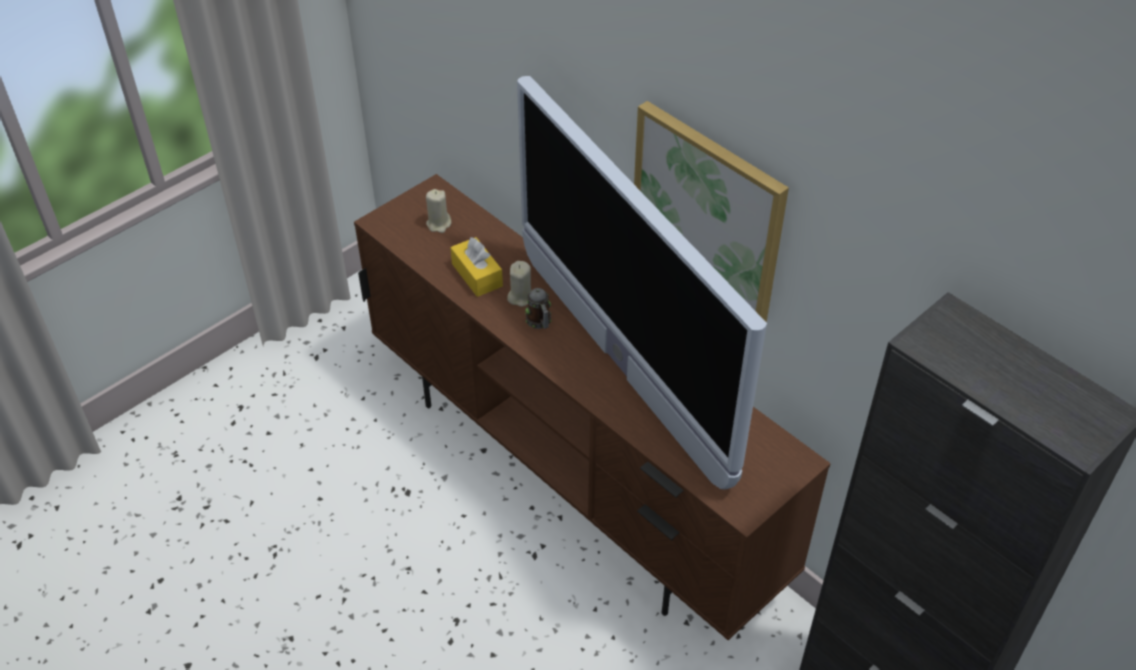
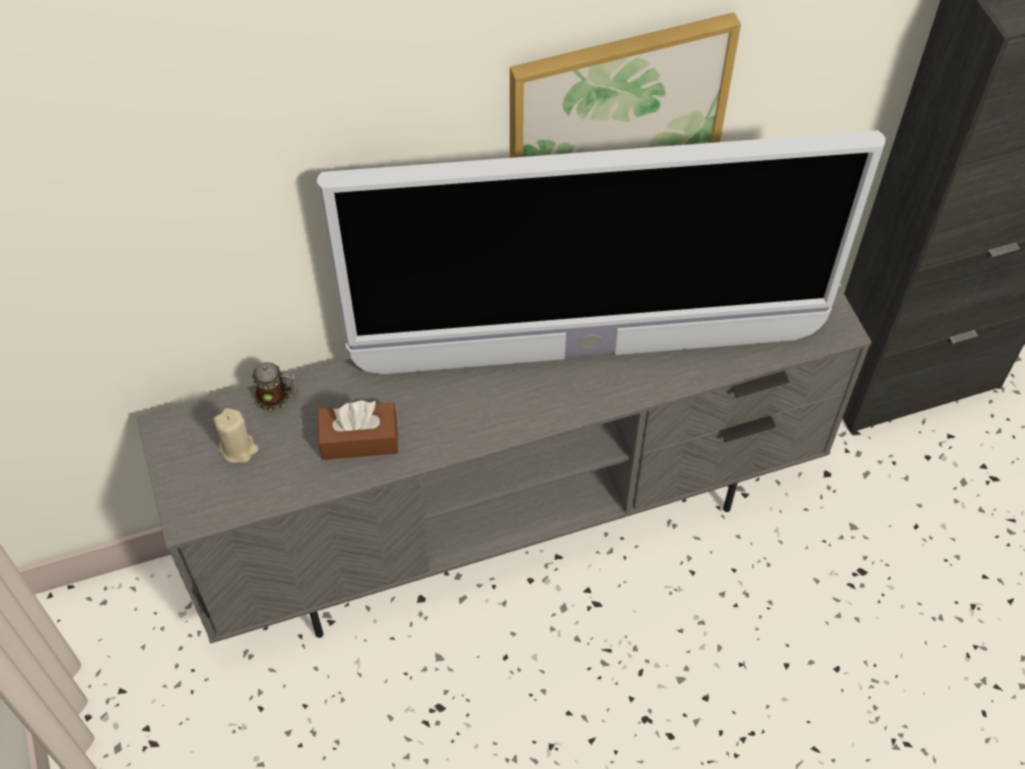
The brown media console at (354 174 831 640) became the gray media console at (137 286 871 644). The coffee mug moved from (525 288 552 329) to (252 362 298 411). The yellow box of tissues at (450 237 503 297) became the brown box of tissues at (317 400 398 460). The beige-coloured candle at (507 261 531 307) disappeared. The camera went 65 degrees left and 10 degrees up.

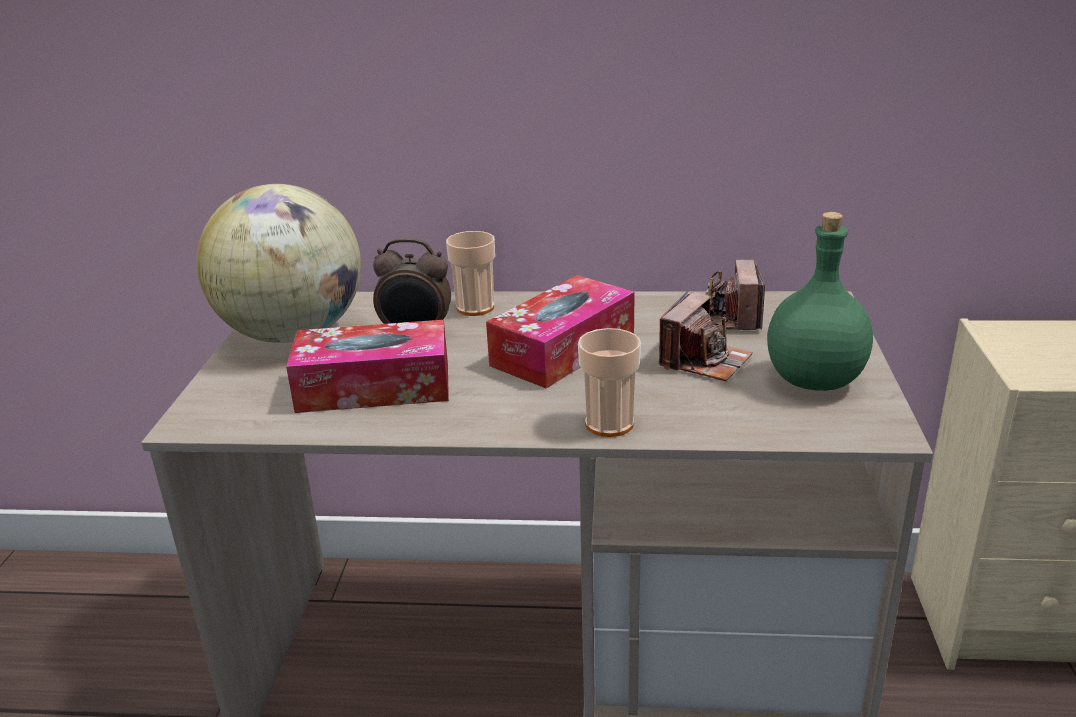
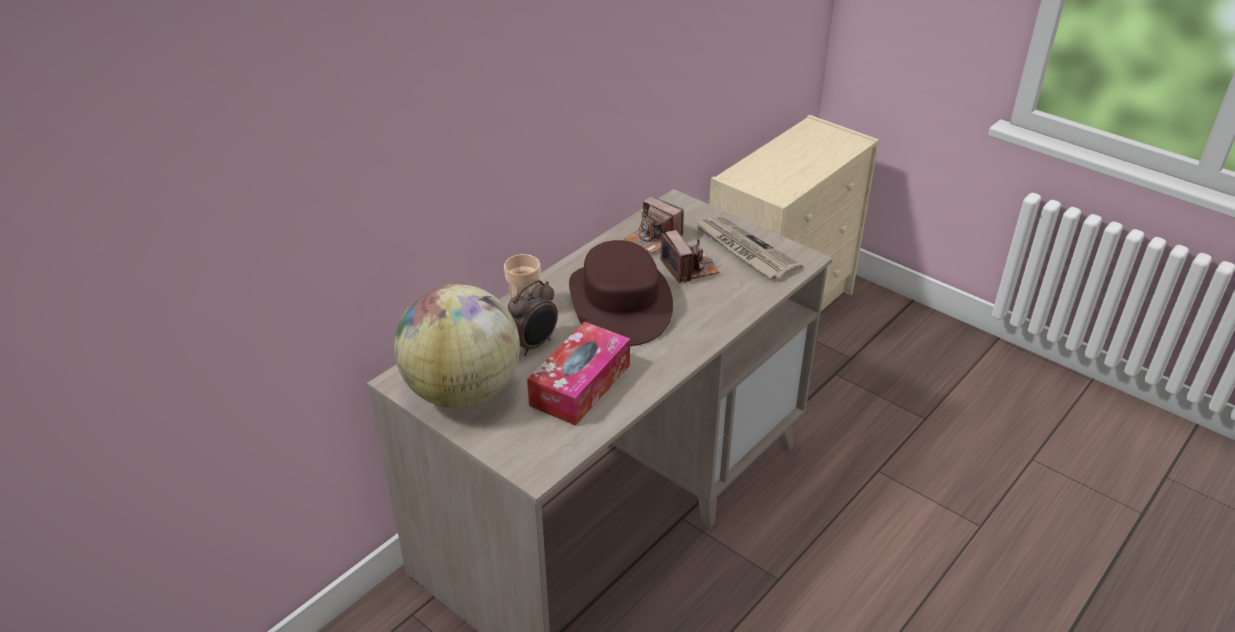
The box of tissues at (486 275 635 388) was replaced by the brown hat at (569 240 673 346). The green-coloured bottle at (767 212 873 391) was replaced by the printed paper at (694 215 803 280). The drinking cup at (578 328 641 437) disappeared. The camera went 55 degrees left and 10 degrees up.

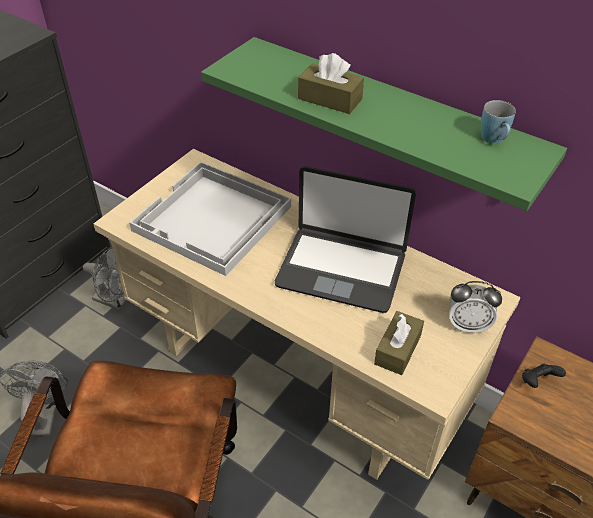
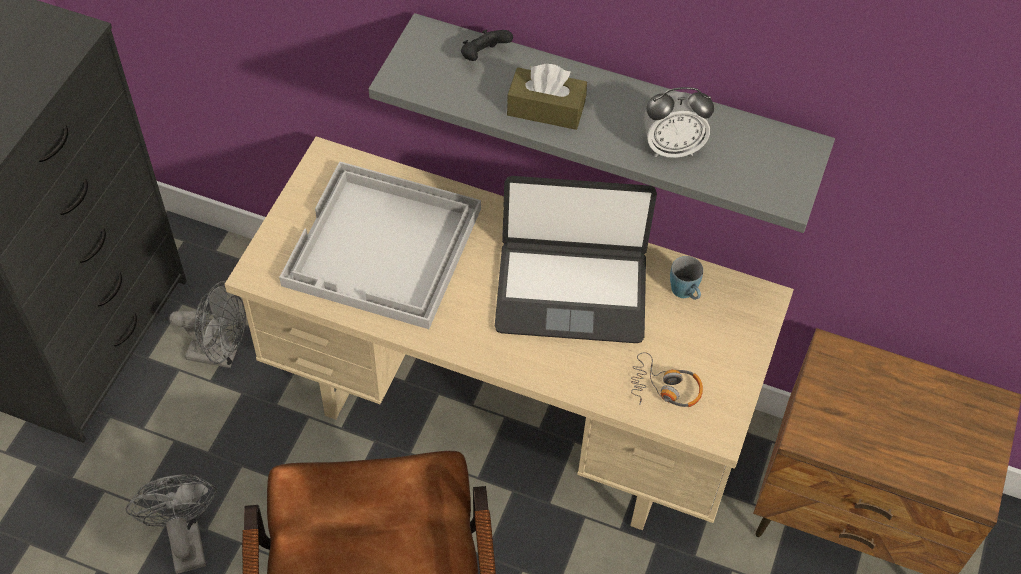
The green-coloured bracket shelf at (201 37 567 211) became the gray bracket shelf at (369 13 835 233). The blackish gamepad moved from (522 364 566 388) to (461 30 513 61). The brown box of tissues at (374 311 424 375) was replaced by the headphones at (631 352 703 407). The bedside clock moved from (449 281 502 333) to (644 87 714 158). The blue-coloured coffee mug moved from (481 100 516 144) to (670 256 703 300). The camera went 15 degrees left and 10 degrees up.

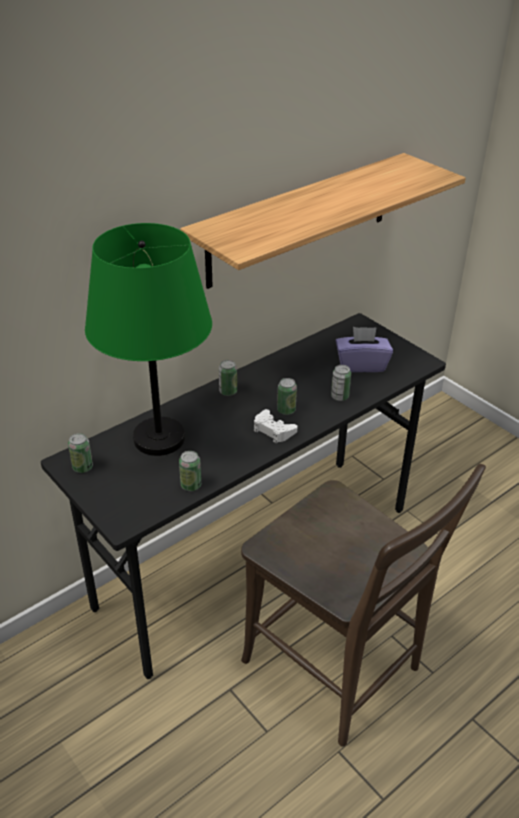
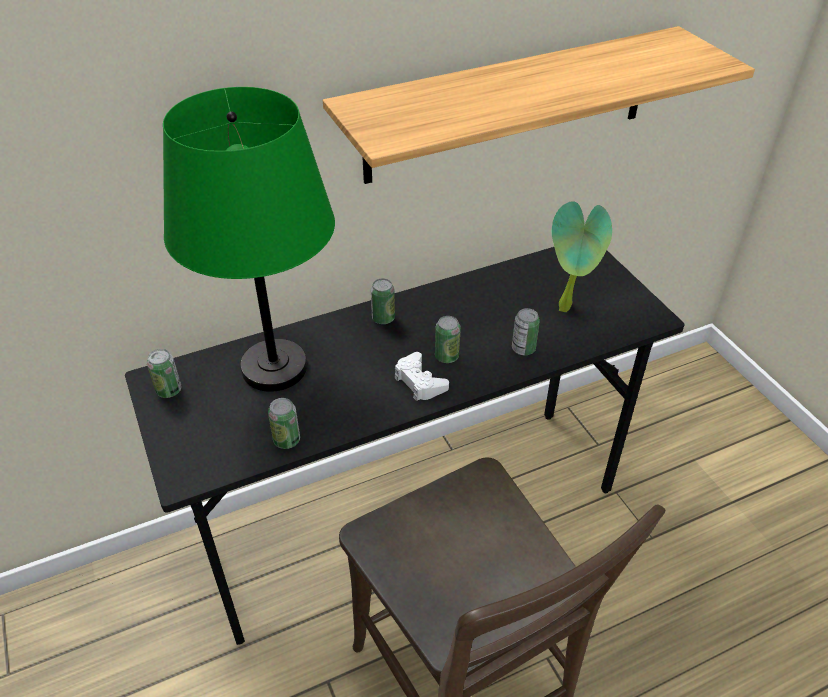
The purple-coloured box of tissues at (336 327 393 372) was replaced by the plant in a pot at (552 201 612 312). The camera went 15 degrees right and 5 degrees up.

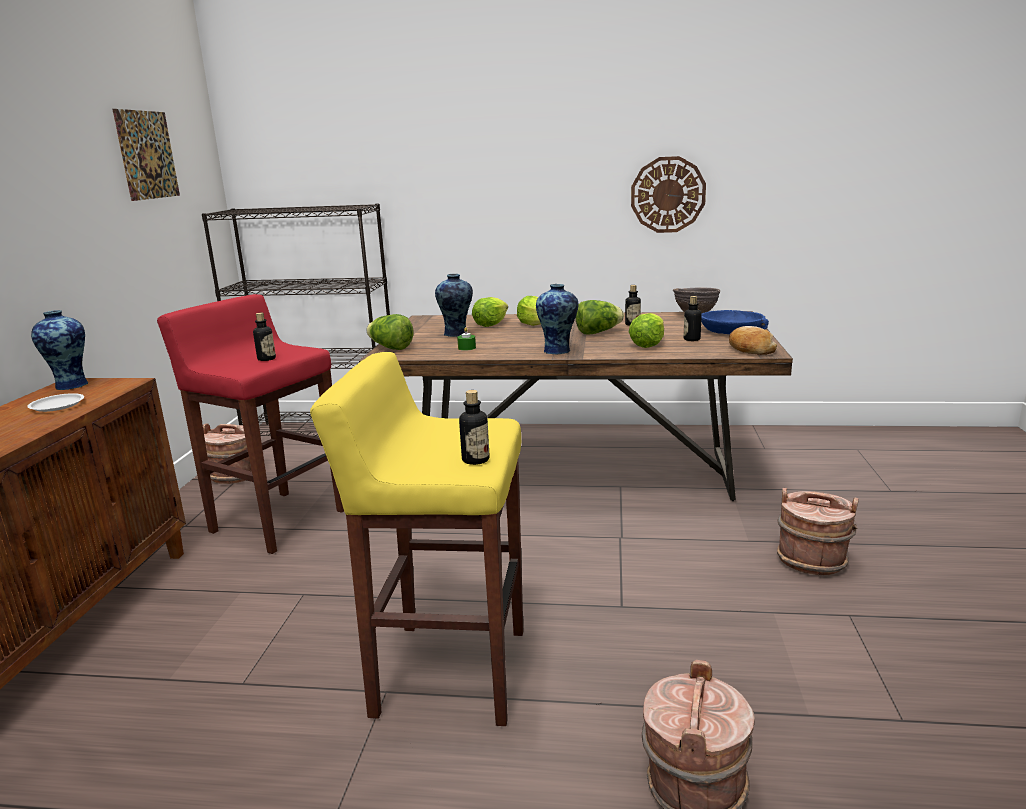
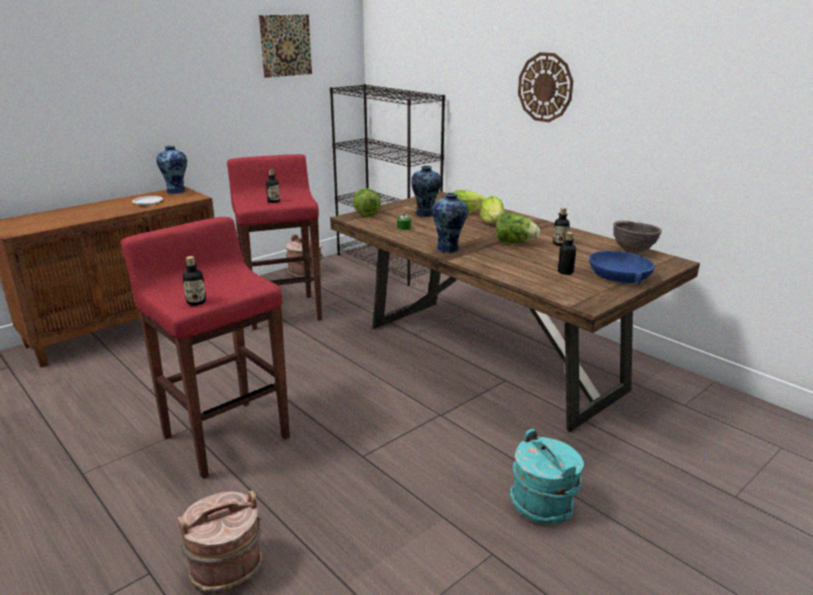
The yellow stool at (310 352 523 726) became the red stool at (120 217 290 479). The brown bucket at (777 488 859 575) became the turquoise-coloured bucket at (510 429 584 524). The clock on the wall moved from (631 156 706 233) to (518 52 573 122). The head of lettuce at (629 313 664 348) disappeared. The bakery bread at (729 326 777 355) disappeared. The camera went 40 degrees right and 5 degrees up.

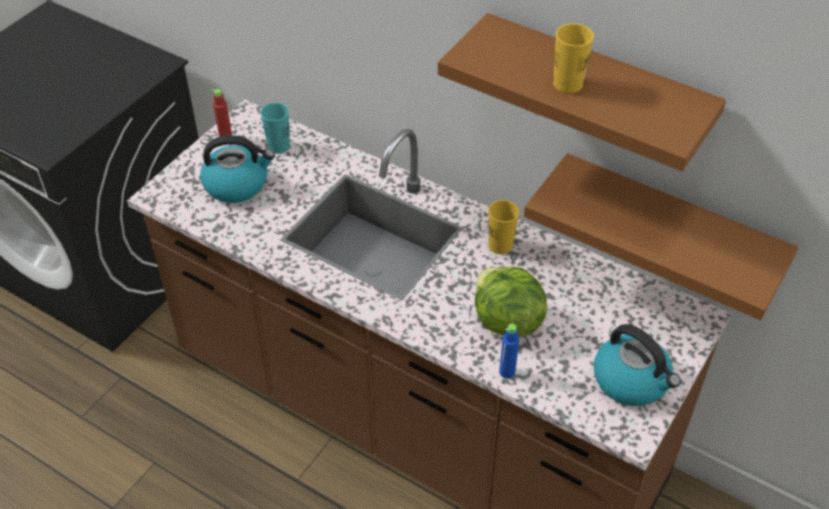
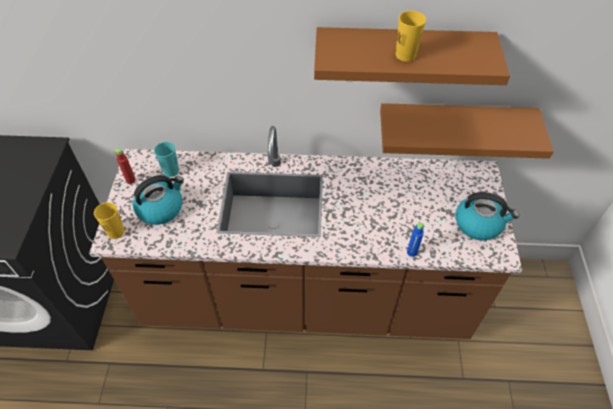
The yellow drinking cup moved from (488 200 519 254) to (94 202 125 239). The head of lettuce at (475 267 547 337) disappeared. The camera went 30 degrees left and 5 degrees up.

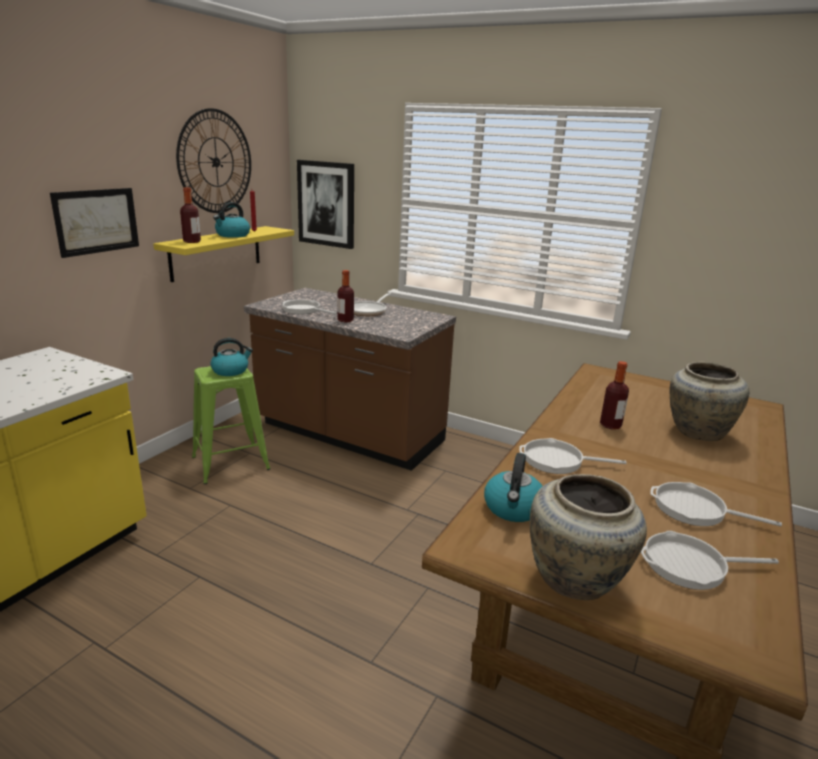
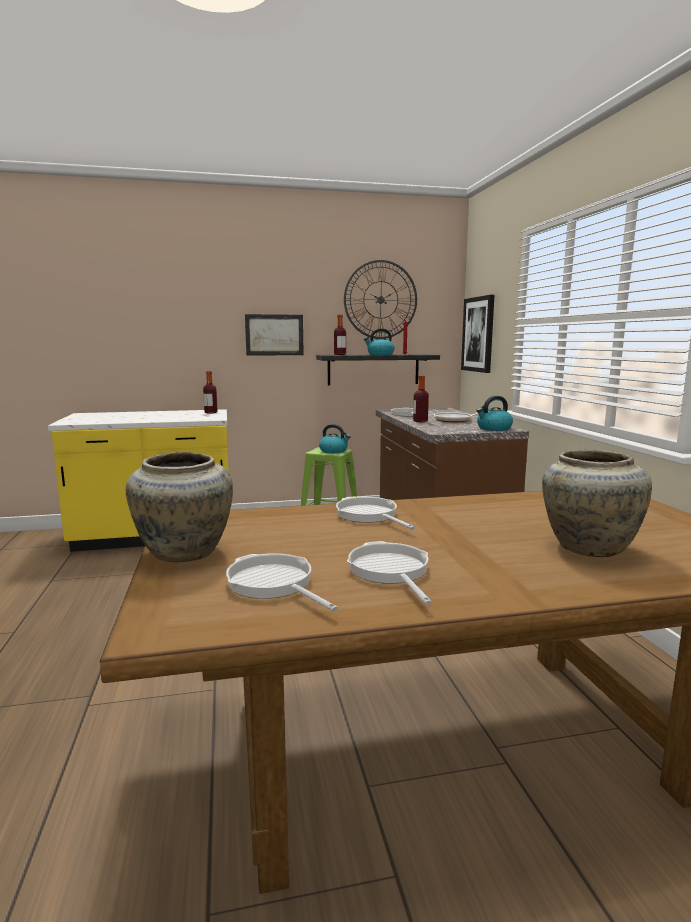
The bottle moved from (600 361 629 429) to (203 371 218 414). The yellow bracket shelf at (153 226 294 282) became the blackish bracket shelf at (316 354 440 385). The water kettle moved from (484 453 542 522) to (477 396 513 431). The camera went 50 degrees right and 10 degrees down.

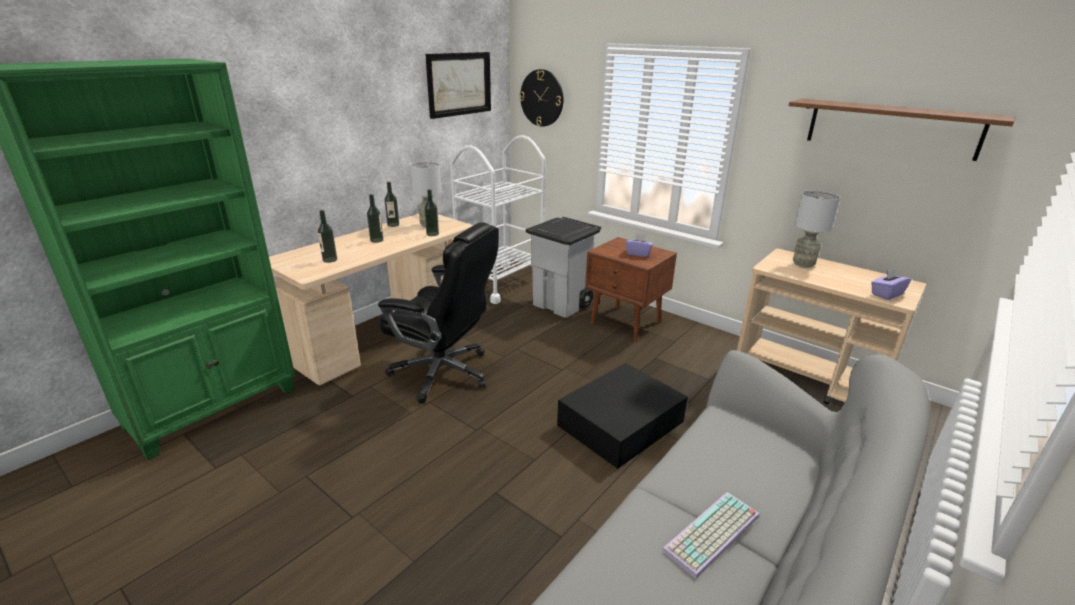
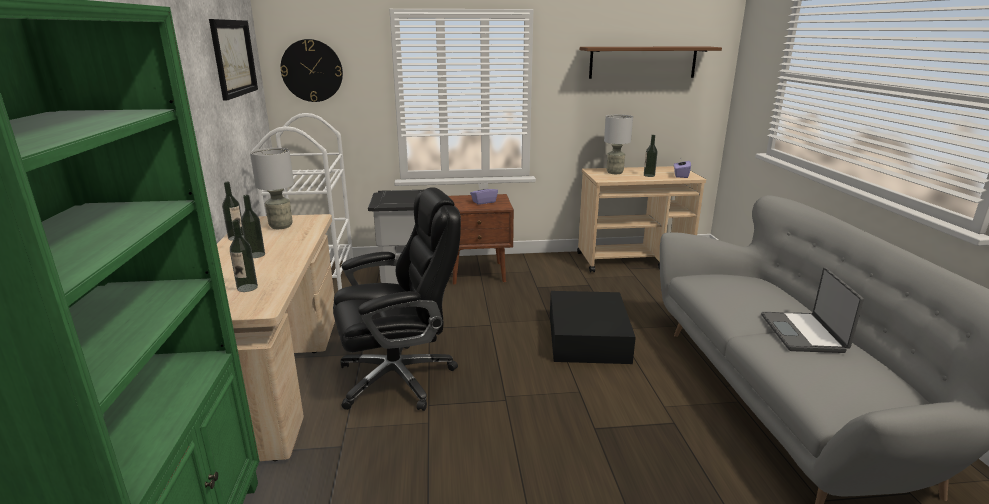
The bottle moved from (424 189 439 236) to (644 135 658 177). The keyboard at (662 492 759 579) was replaced by the portable computer at (761 268 864 353). The camera went 45 degrees left and 5 degrees down.

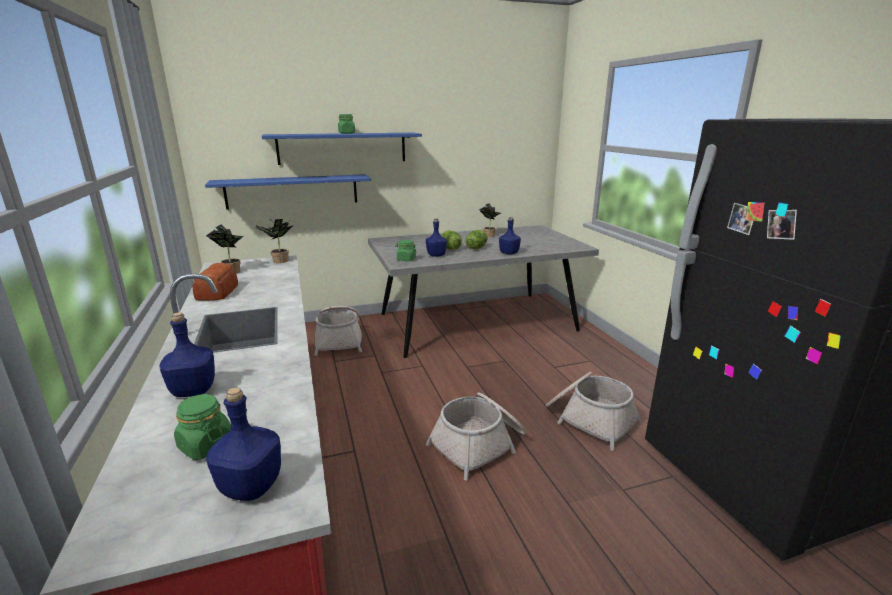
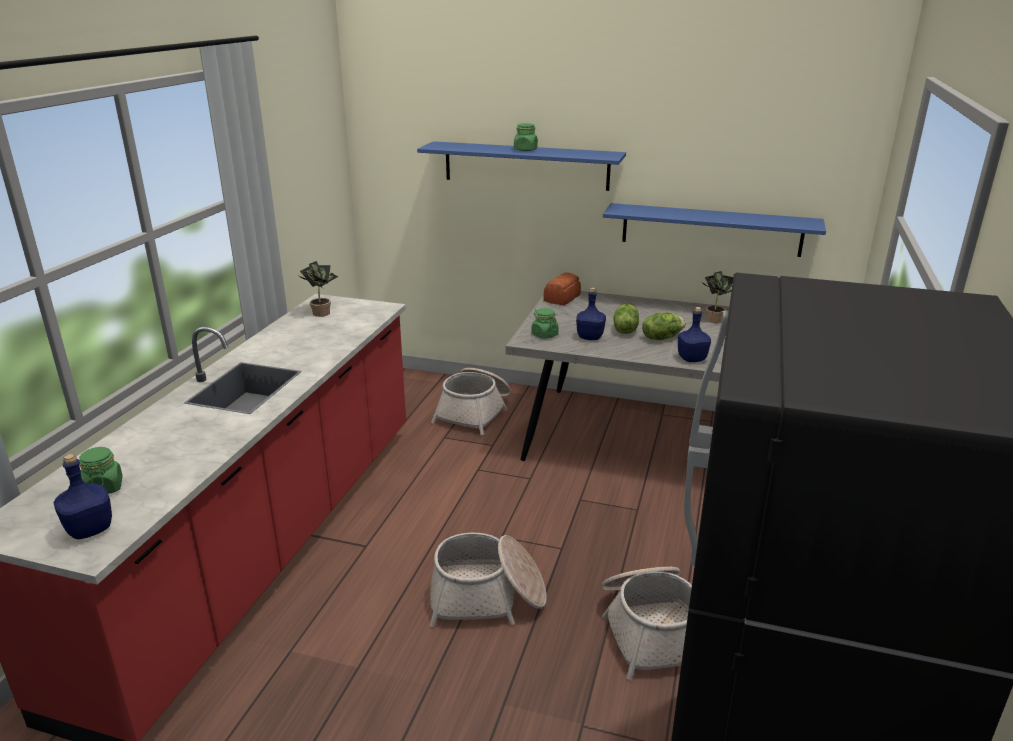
The bakery bread moved from (192 263 238 300) to (543 273 581 305). The blue-coloured bracket shelf moved from (205 174 371 210) to (603 203 826 257). The blue-coloured bottle at (159 312 215 397) disappeared. The plant in a pot at (256 219 293 263) disappeared. The camera went 35 degrees right and 5 degrees up.

